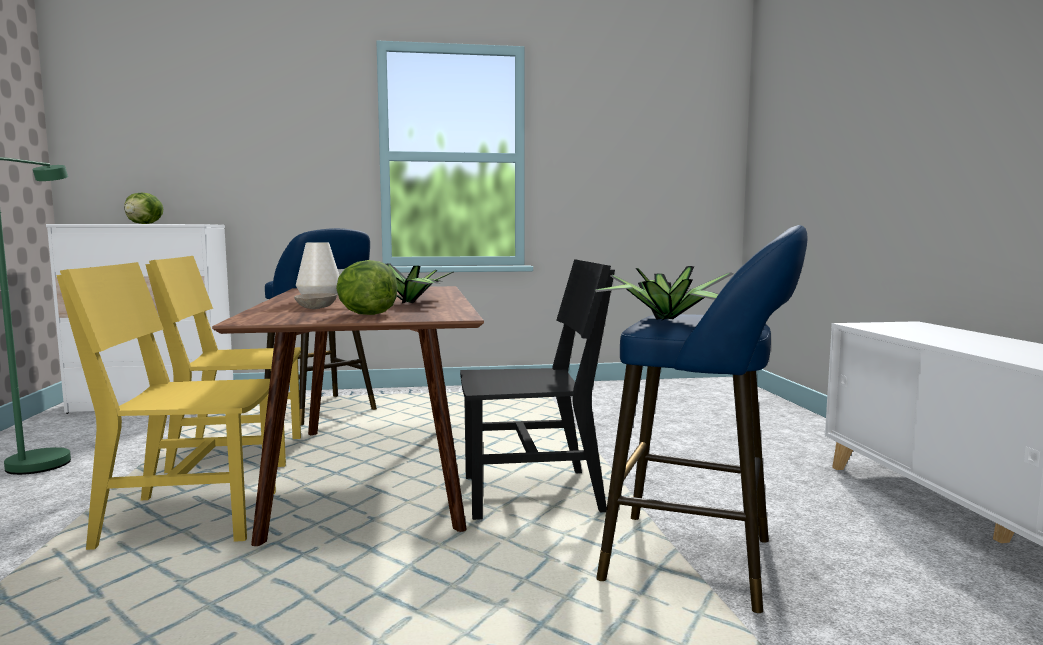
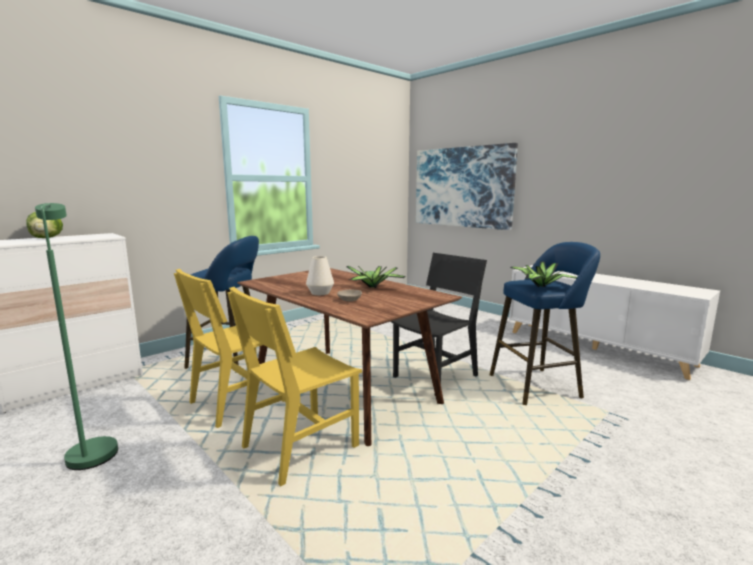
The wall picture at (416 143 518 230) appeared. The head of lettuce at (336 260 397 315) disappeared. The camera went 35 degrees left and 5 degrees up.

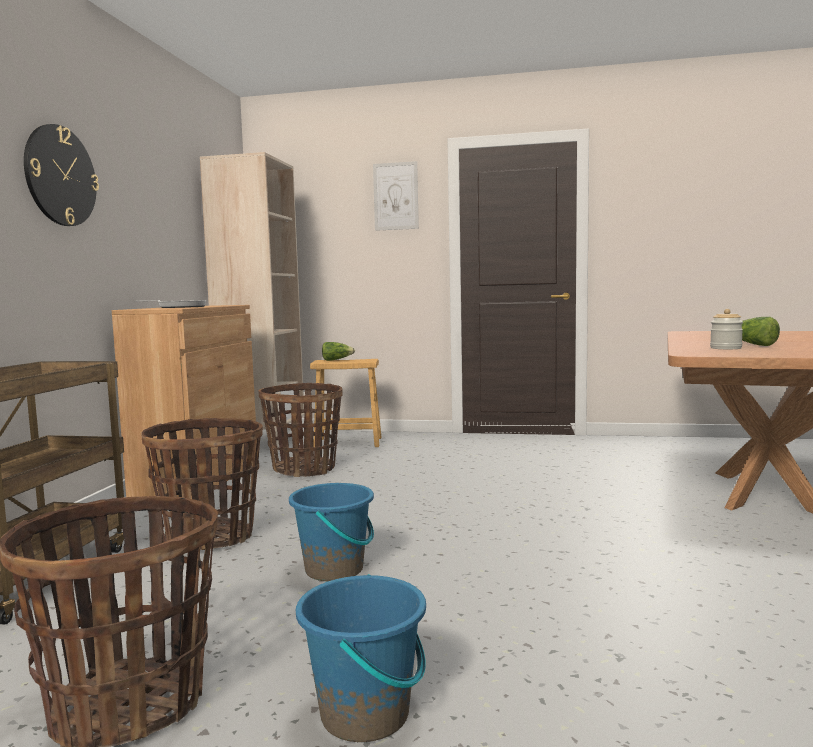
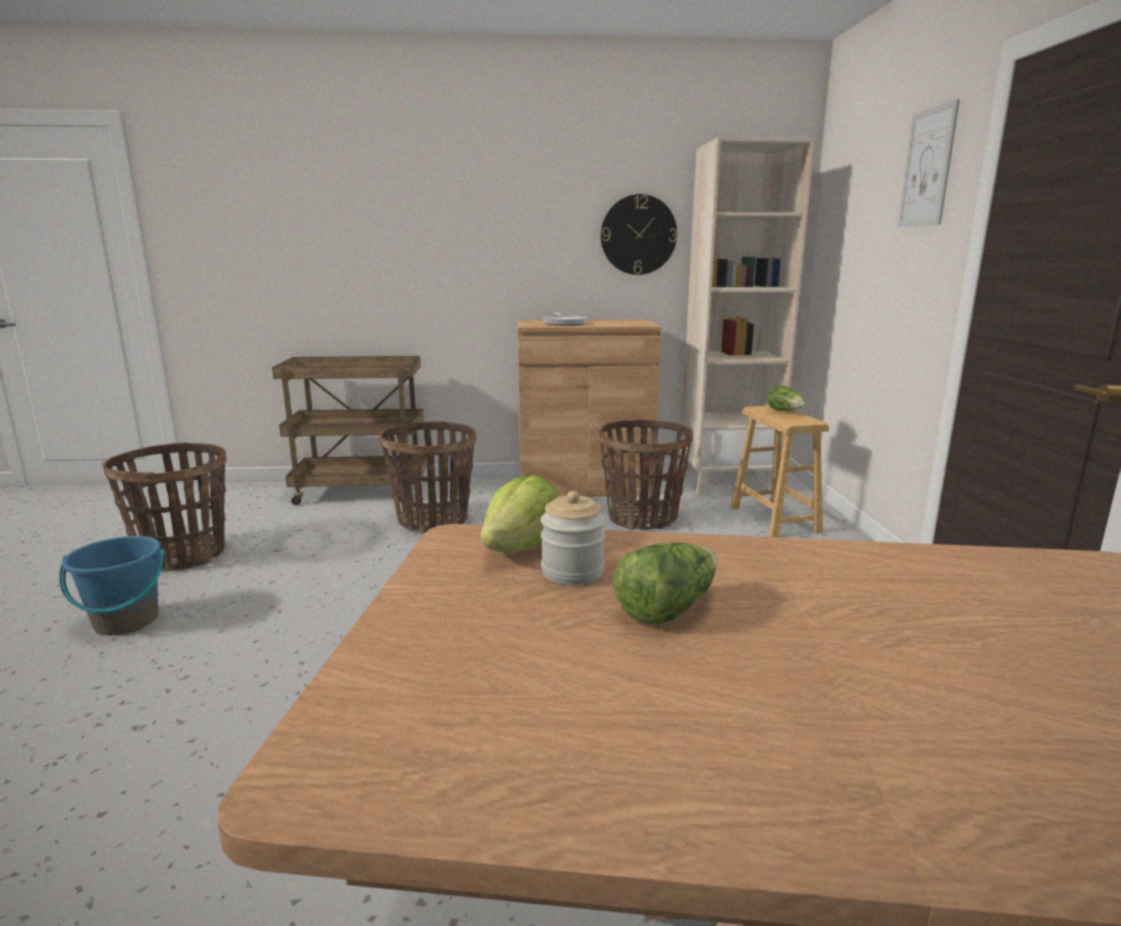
The head of lettuce at (480 474 559 553) appeared. The clock on the wall moved from (24 124 99 226) to (601 194 677 275). The blue-coloured bucket at (289 483 374 581) disappeared. The camera went 75 degrees right and 10 degrees up.

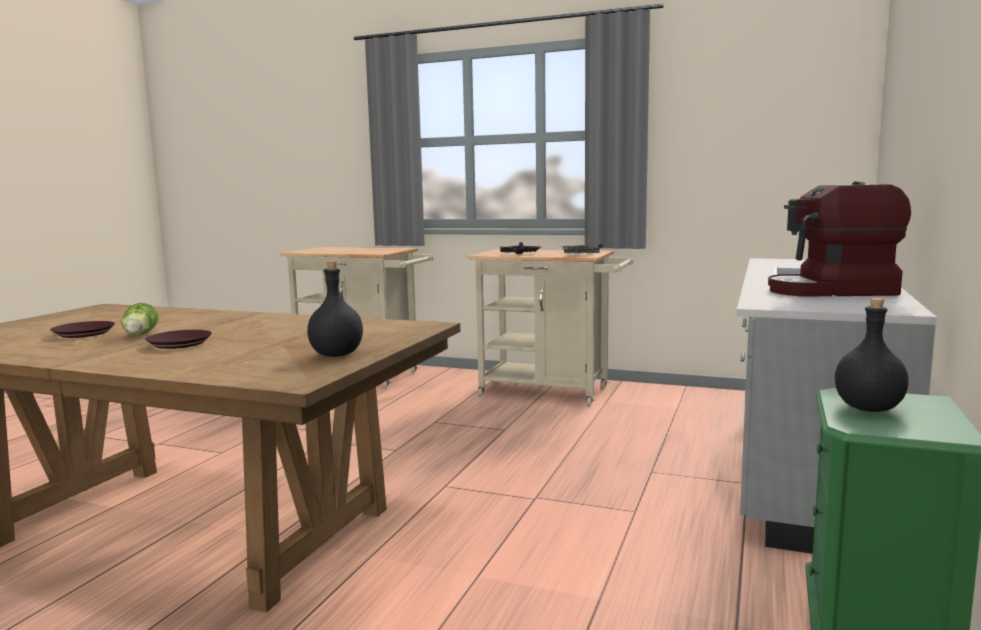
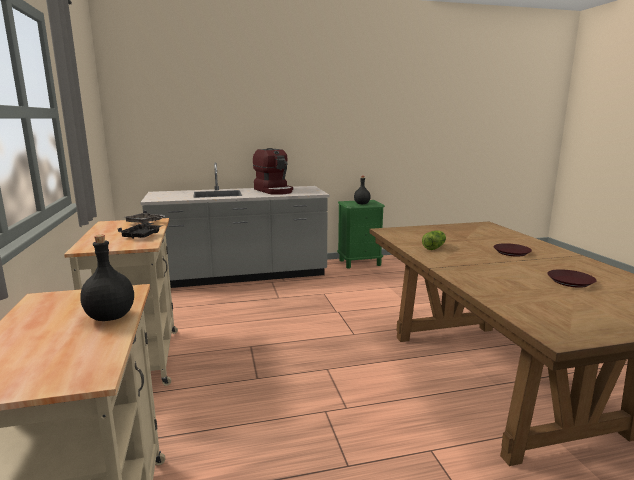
The blackish bottle moved from (307 261 363 357) to (80 235 134 321). The head of lettuce moved from (121 303 159 336) to (422 230 446 250). The camera went 125 degrees left and 5 degrees up.

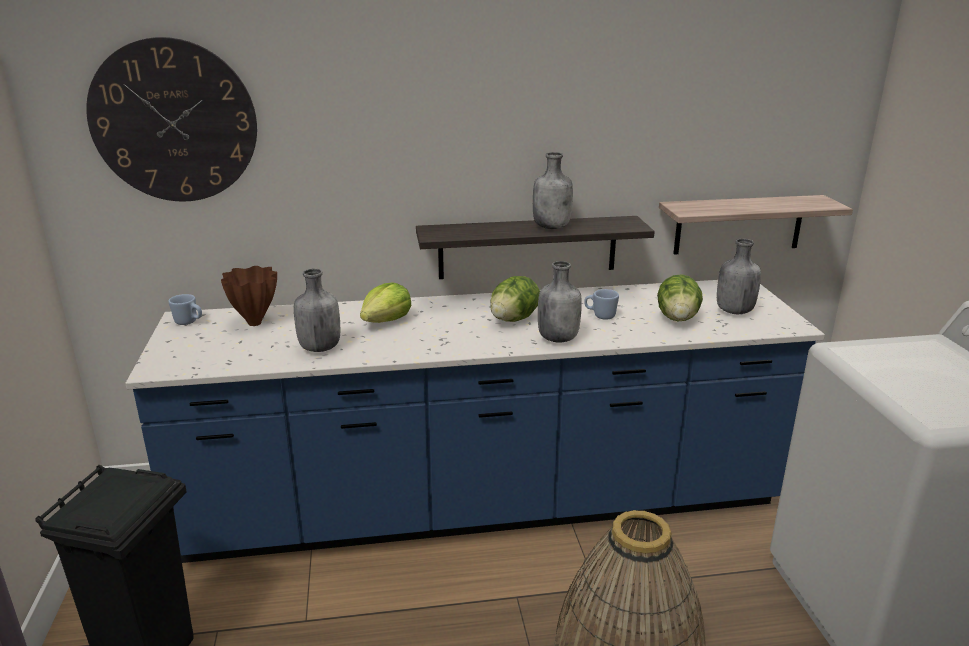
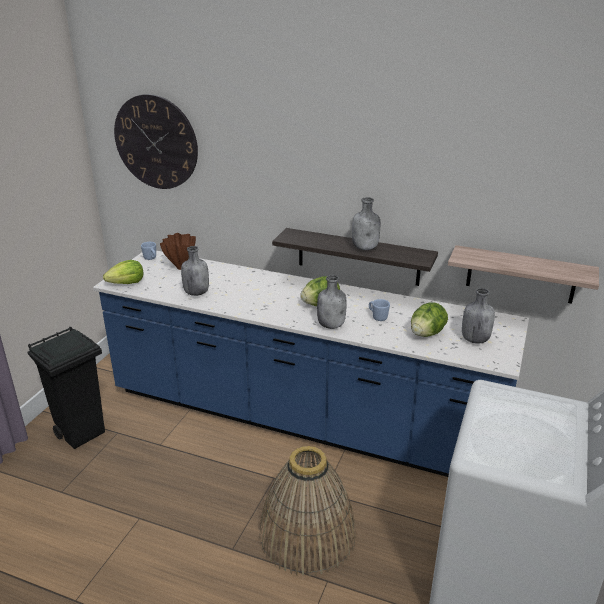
The head of lettuce moved from (360 282 411 323) to (103 260 143 284). The camera went 30 degrees right and 5 degrees up.

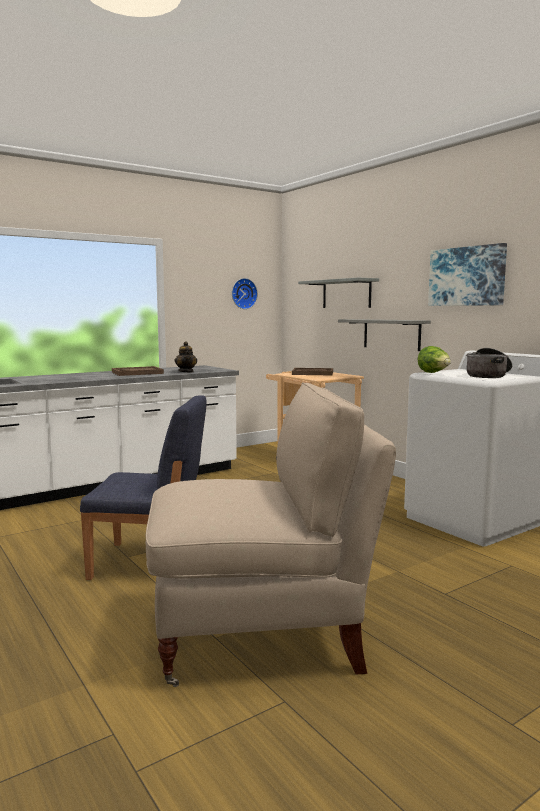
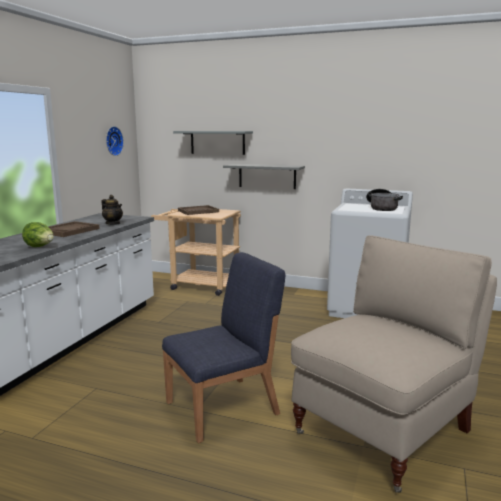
The head of lettuce moved from (418 346 451 373) to (22 222 54 247). The wall picture at (428 243 507 306) disappeared. The camera went 35 degrees left and 5 degrees up.

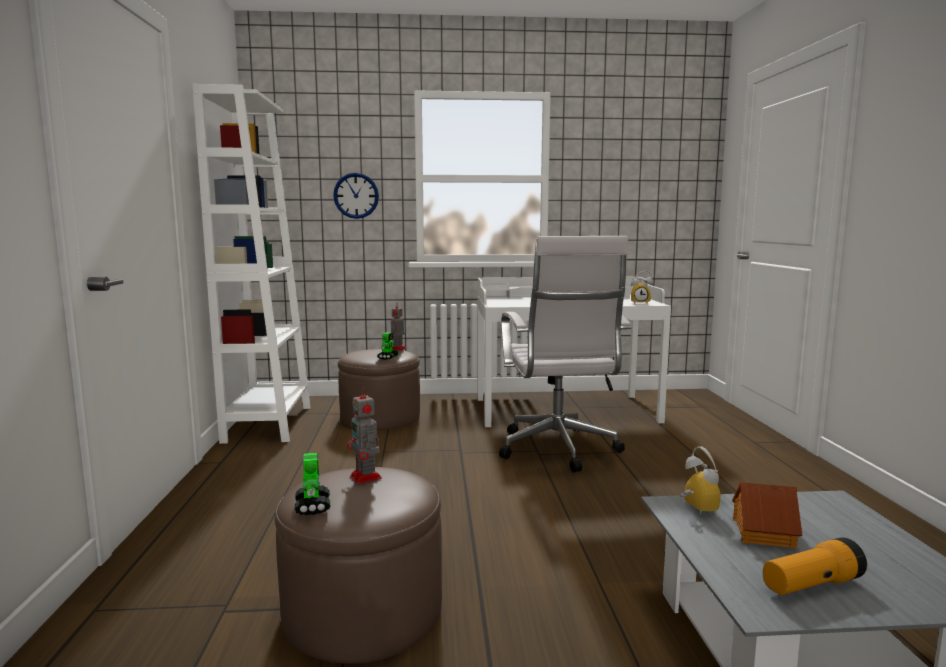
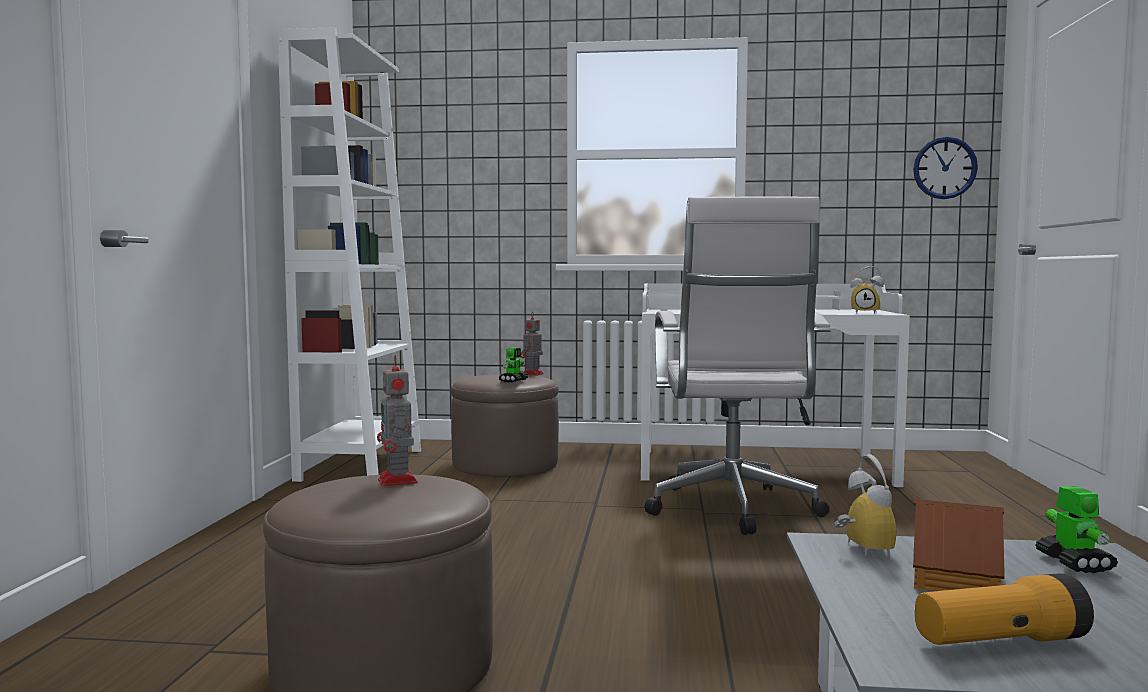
The clock on the wall moved from (333 173 379 219) to (913 137 978 199). The toy robot moved from (295 453 330 515) to (1036 487 1118 573). The camera went 10 degrees right and 5 degrees down.

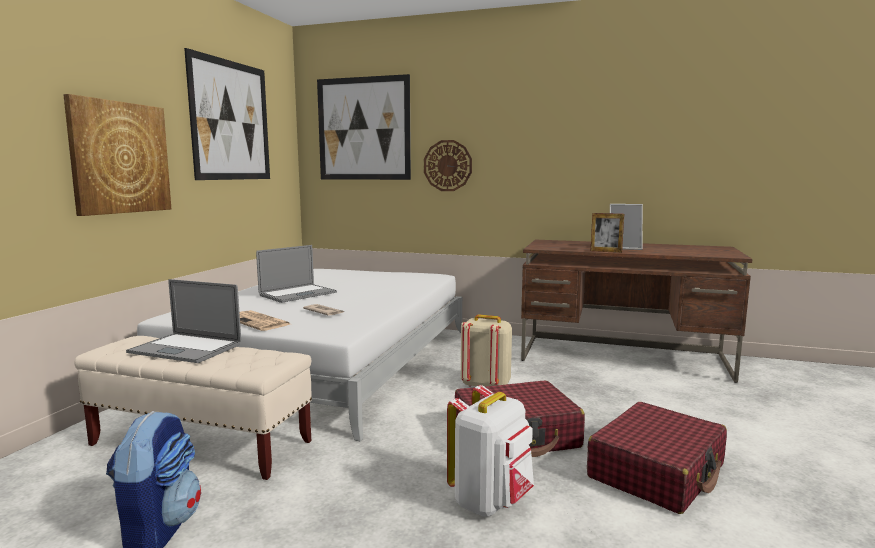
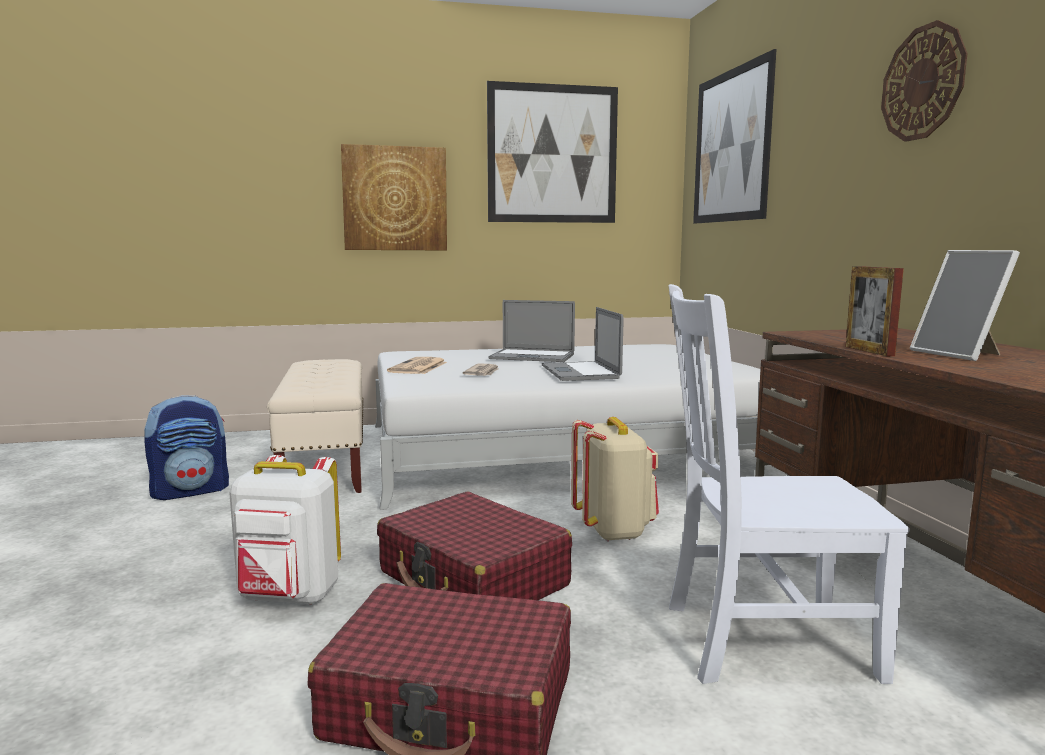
The portable computer moved from (126 279 241 363) to (542 307 624 381). The white chair at (669 284 910 684) appeared. The clock on the wall moved from (424 140 472 191) to (881 20 967 142). The camera went 60 degrees right and 0 degrees up.

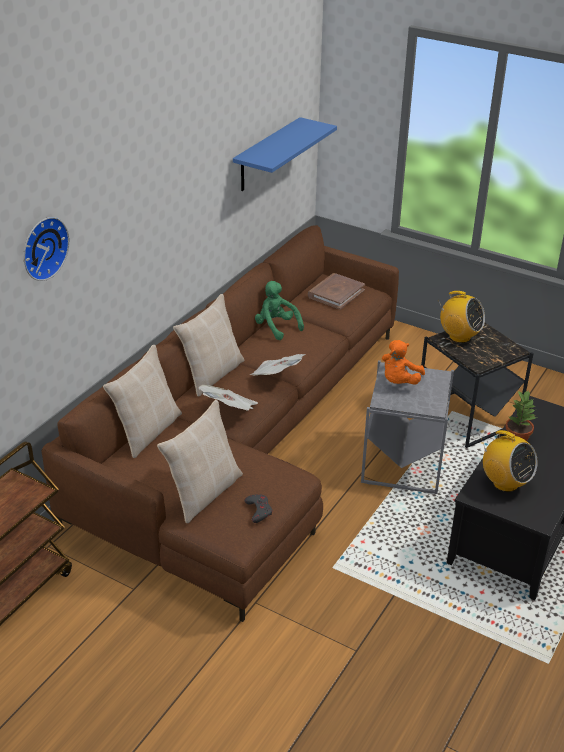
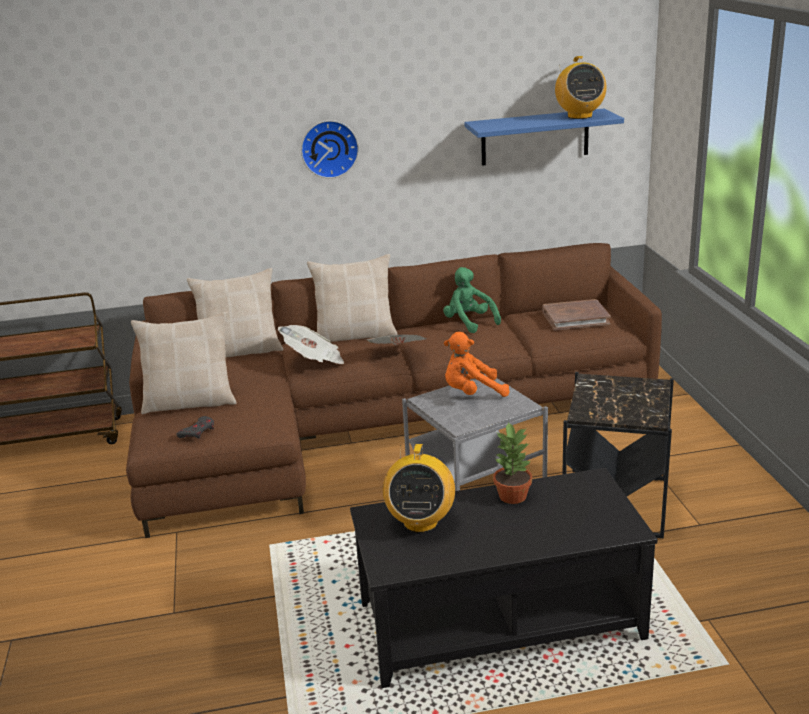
The clock on the wall moved from (23 217 69 281) to (301 120 359 179). The green-coloured soft toy at (255 281 304 340) turned 45 degrees counterclockwise. The radio moved from (438 291 485 343) to (555 56 606 119). The camera went 50 degrees right and 10 degrees down.

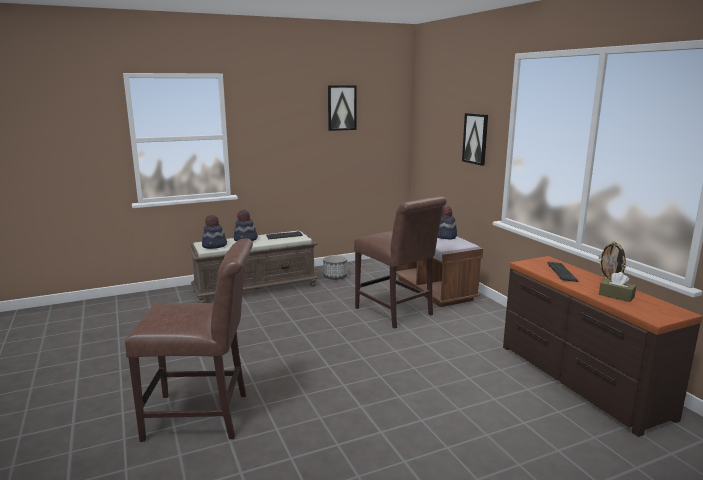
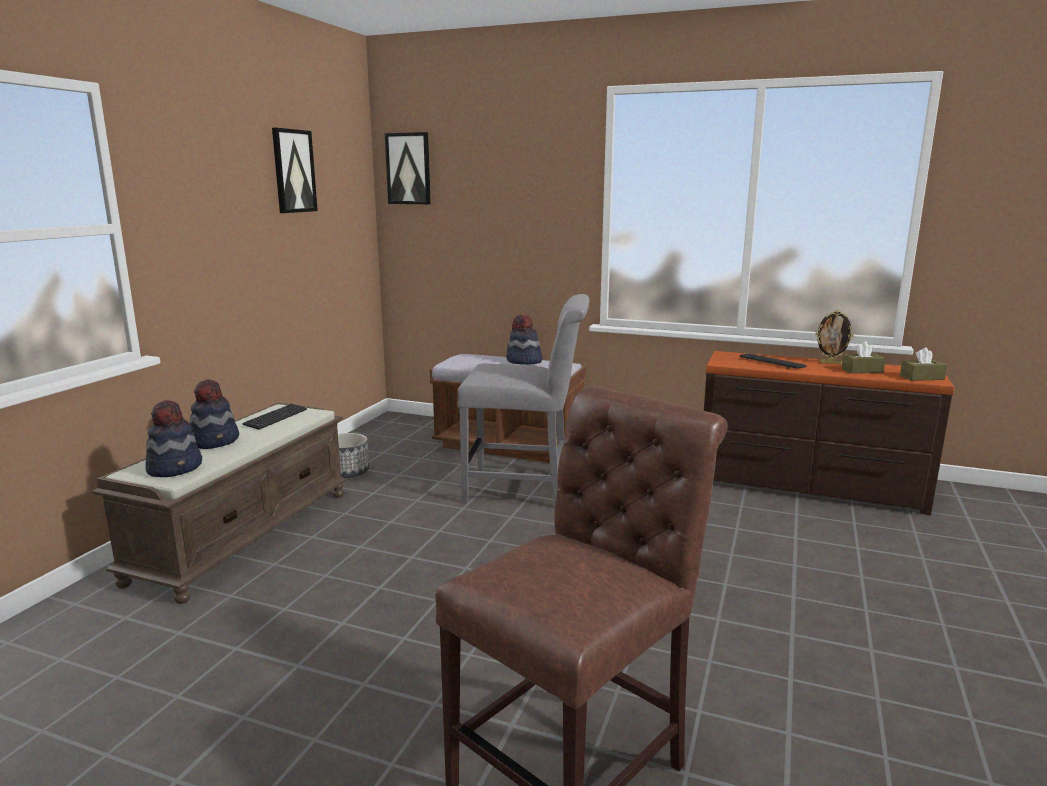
The wall picture moved from (462 113 488 166) to (385 132 431 204). The brown chair at (354 197 447 329) became the gray chair at (458 294 590 504). The brown box of tissues at (900 347 947 381) appeared. The camera went 45 degrees left and 0 degrees up.

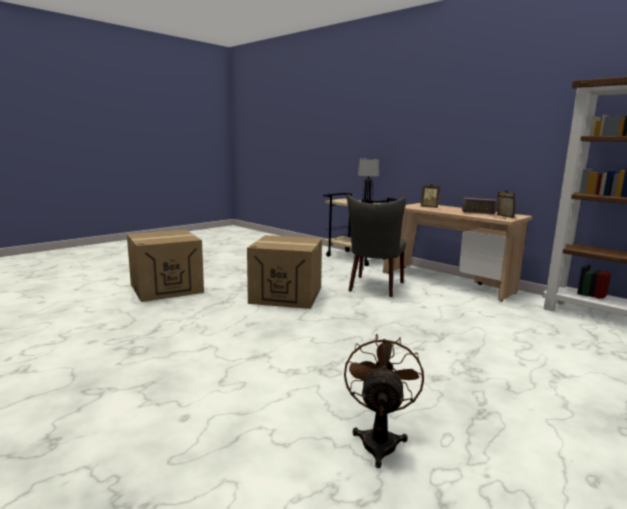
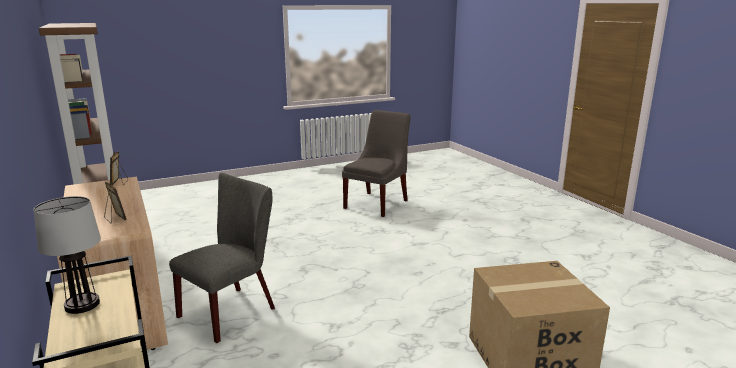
The brown electric fan at (344 334 424 468) was replaced by the gray chair at (342 110 411 217). The packing box at (247 235 322 309) disappeared. The radio at (462 198 497 215) disappeared. The camera went 160 degrees left and 5 degrees up.

